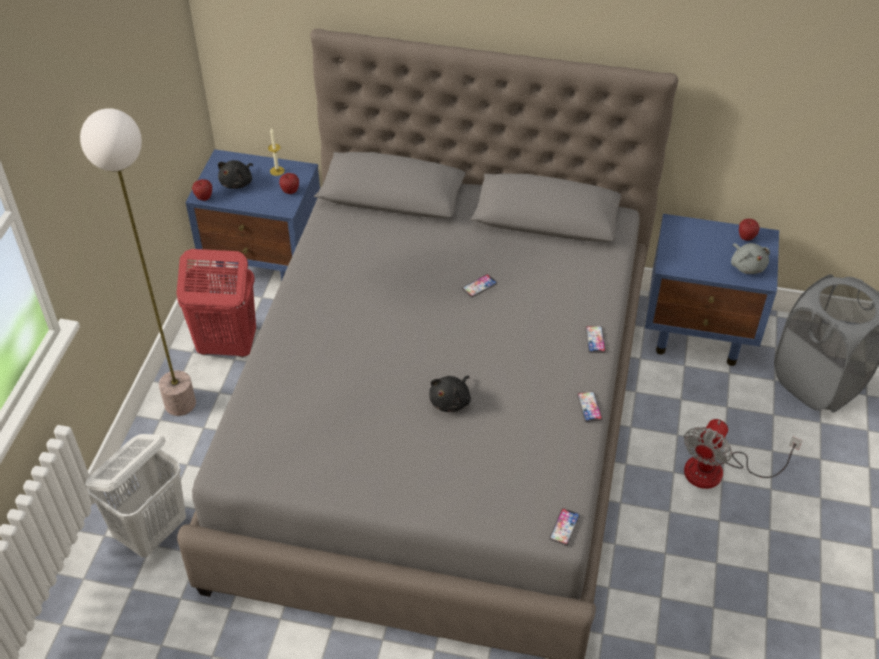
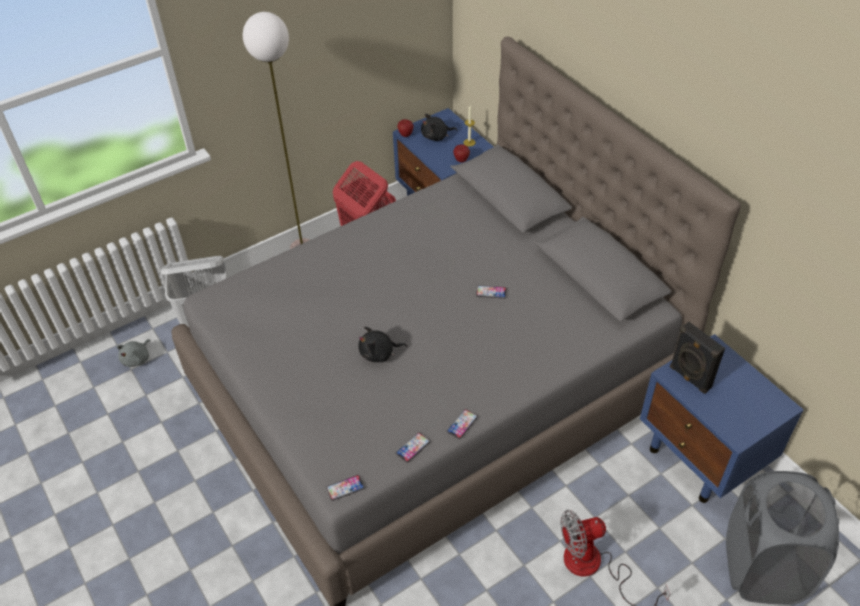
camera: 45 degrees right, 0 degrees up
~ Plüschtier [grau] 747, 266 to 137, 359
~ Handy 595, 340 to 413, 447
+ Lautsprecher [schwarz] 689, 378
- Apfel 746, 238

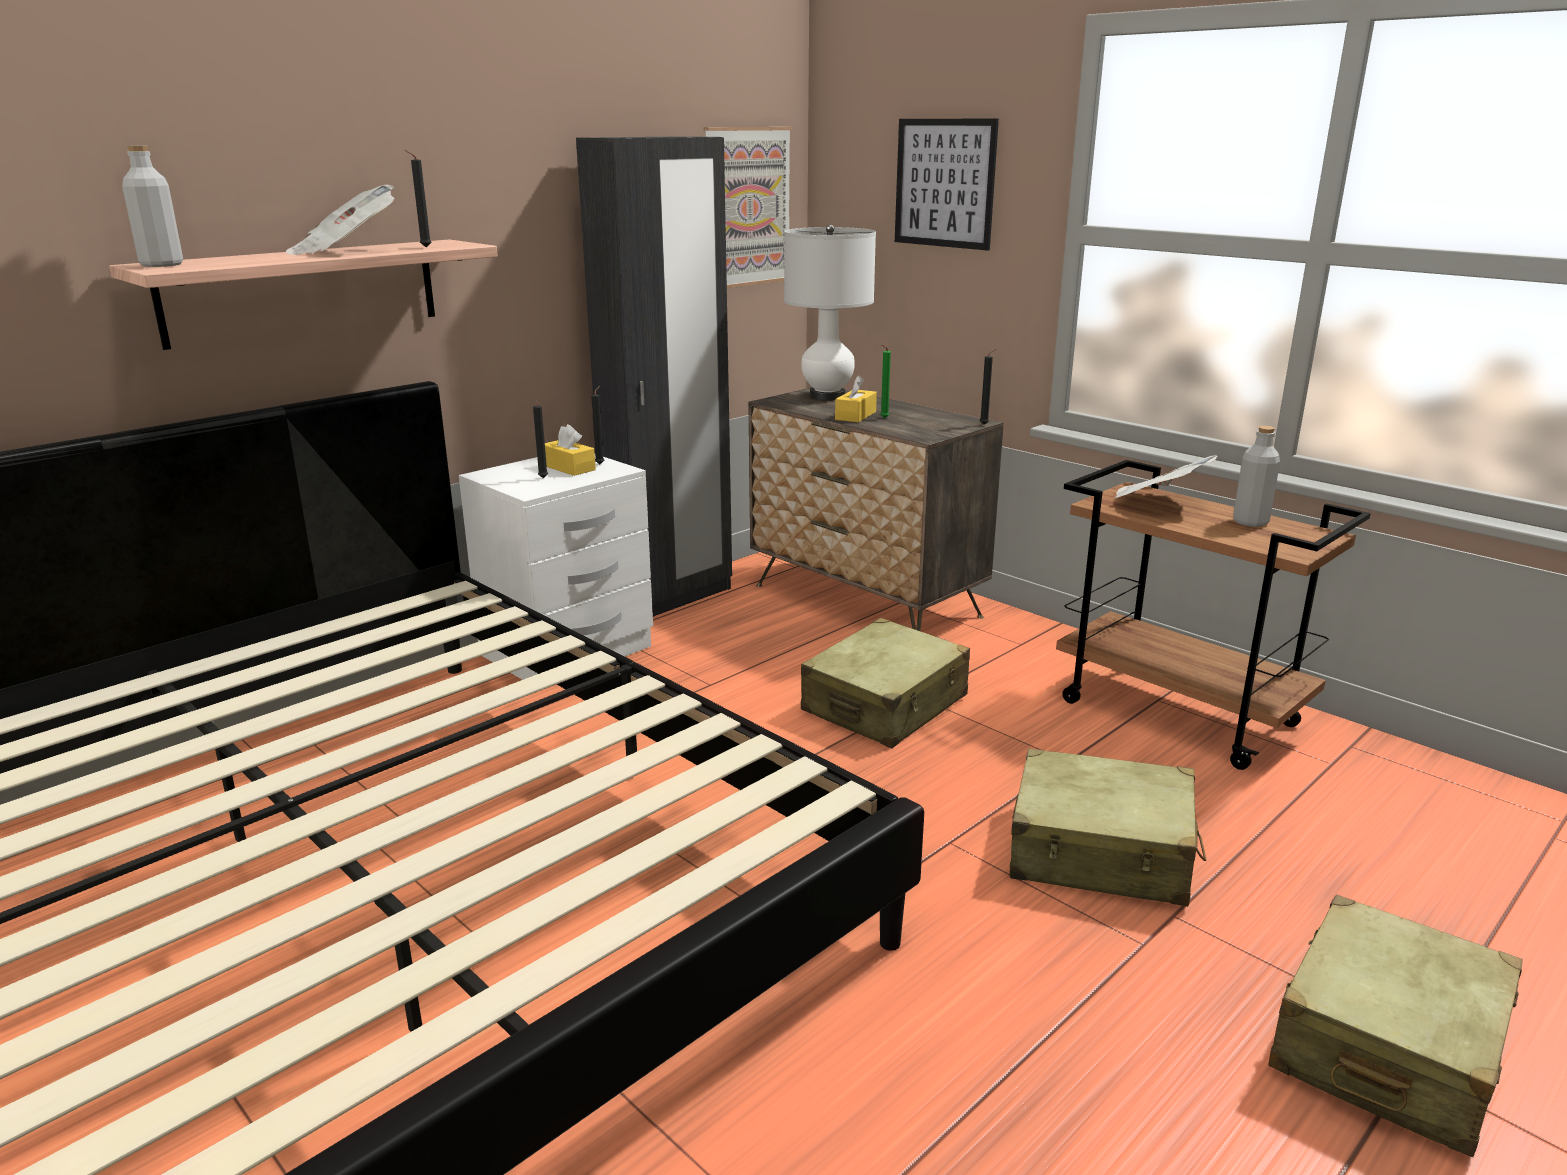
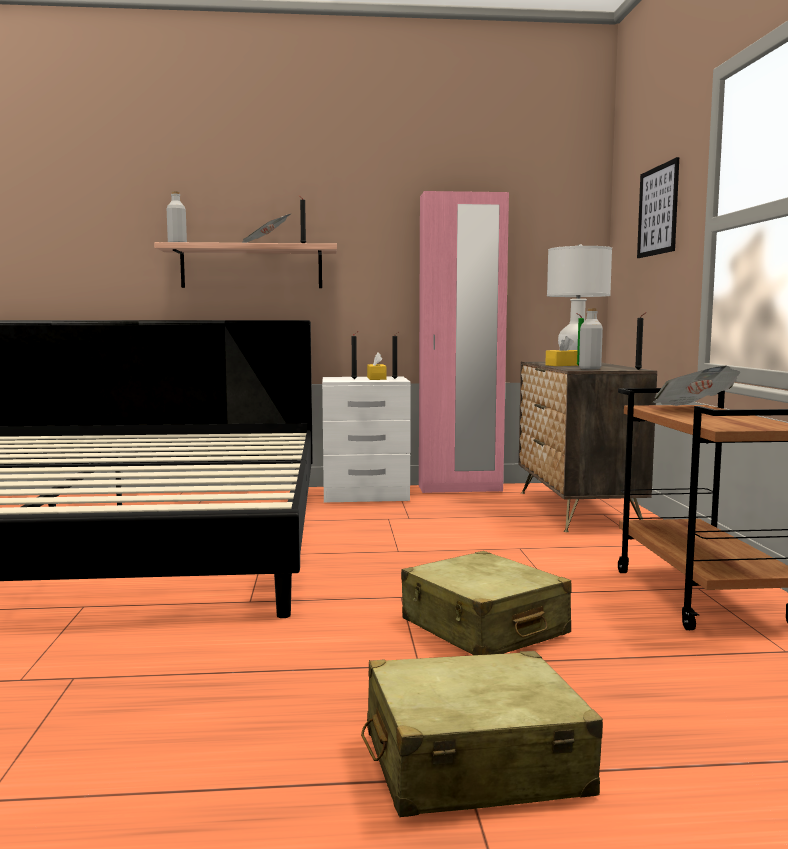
camera: 40 degrees right, 15 degrees down
~ Kleiderschrank [schwarz] 671, 599 to Kleiderschrank [rosa] 460, 488
~ Flasche [grau] 1250, 522 to 590, 368
- Bild 747, 207
- Koffer [beige] 885, 704

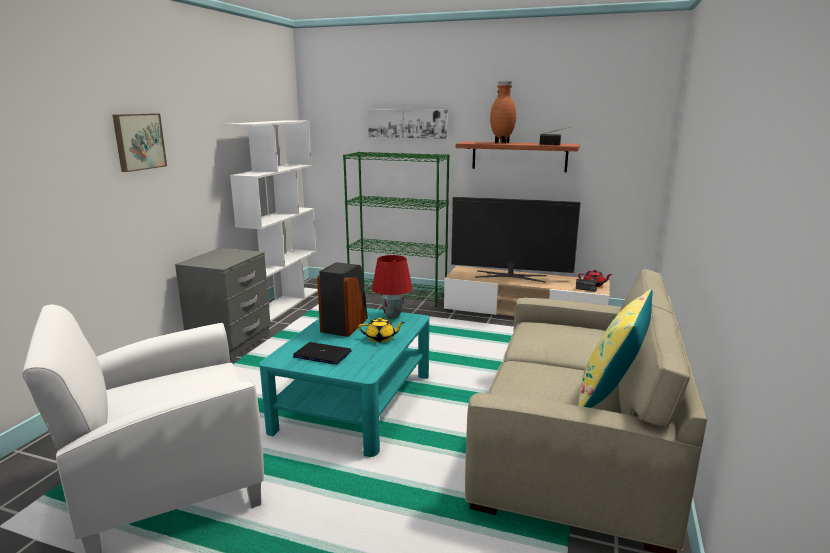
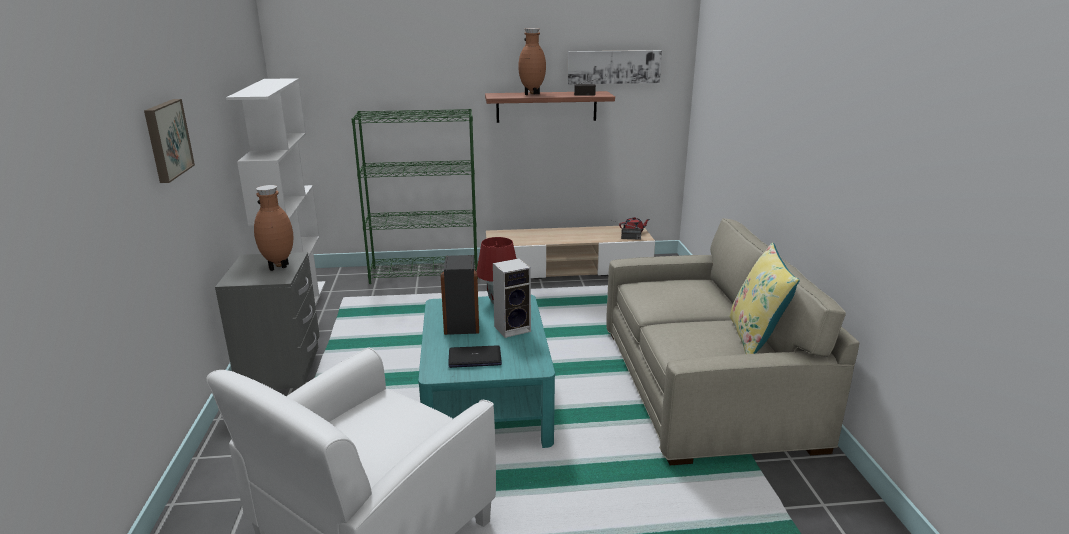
camera: 25 degrees left, 5 degrees up
+ Vase [braun] 279, 267
~ Teekanne [gelb] 381, 338 to Lautsprecher 513, 328
~ Bild 407, 123 to 614, 67
- Fernseher 510, 276

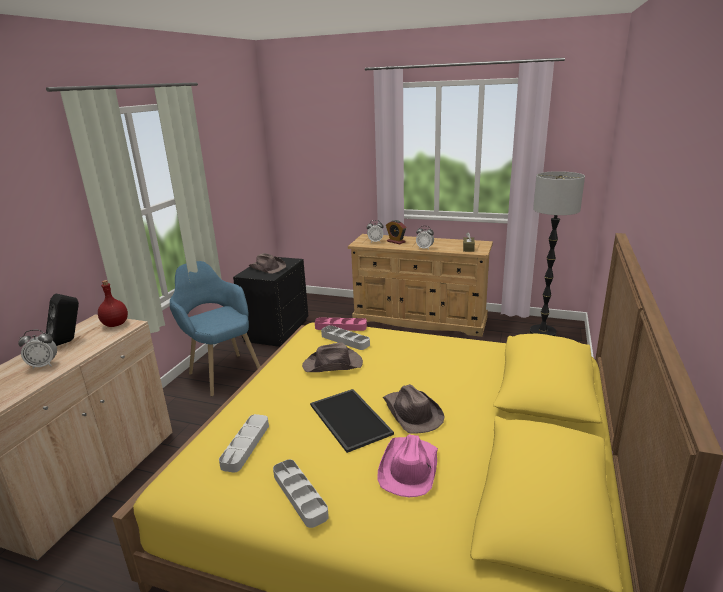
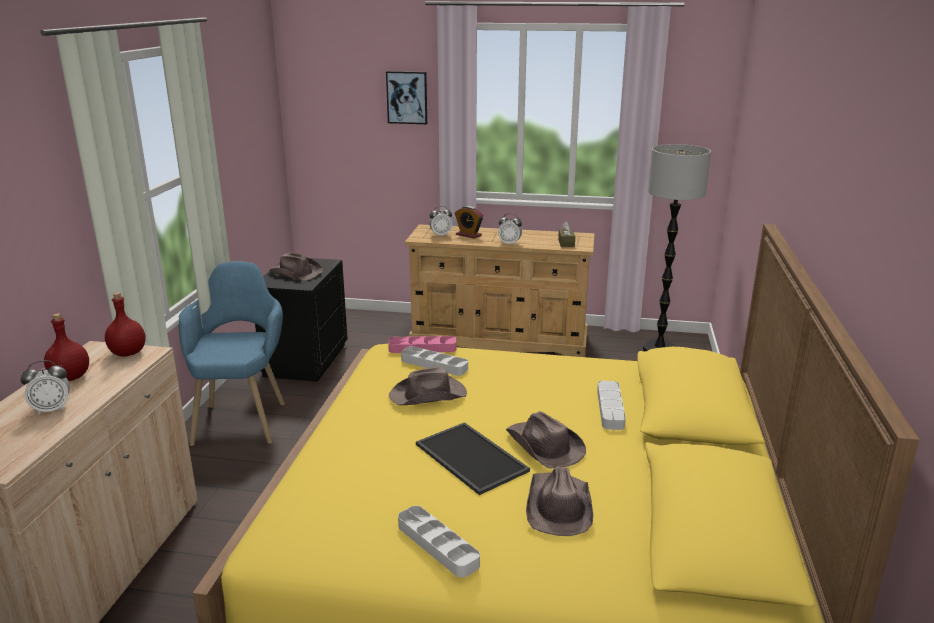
camera: 10 degrees left, 0 degrees up
~ Lautsprecher [schwarz] 69, 341 to Flasche [rot] 71, 377
~ Sessel [blau] 221, 371 = 242, 417 45 degrees clockwise
+ Bild 407, 97
~ Hut [rosa] 409, 468 to Hut [braun] 558, 506
~ Tablett [grau] 246, 445 to 610, 408

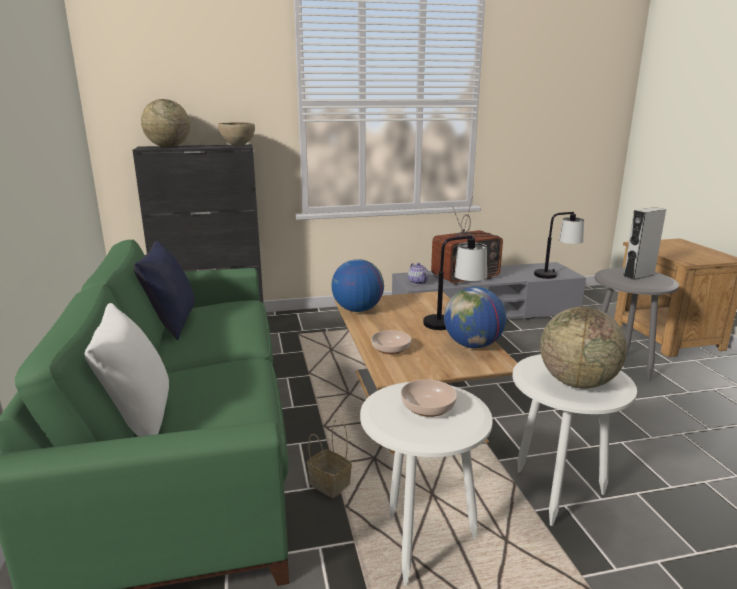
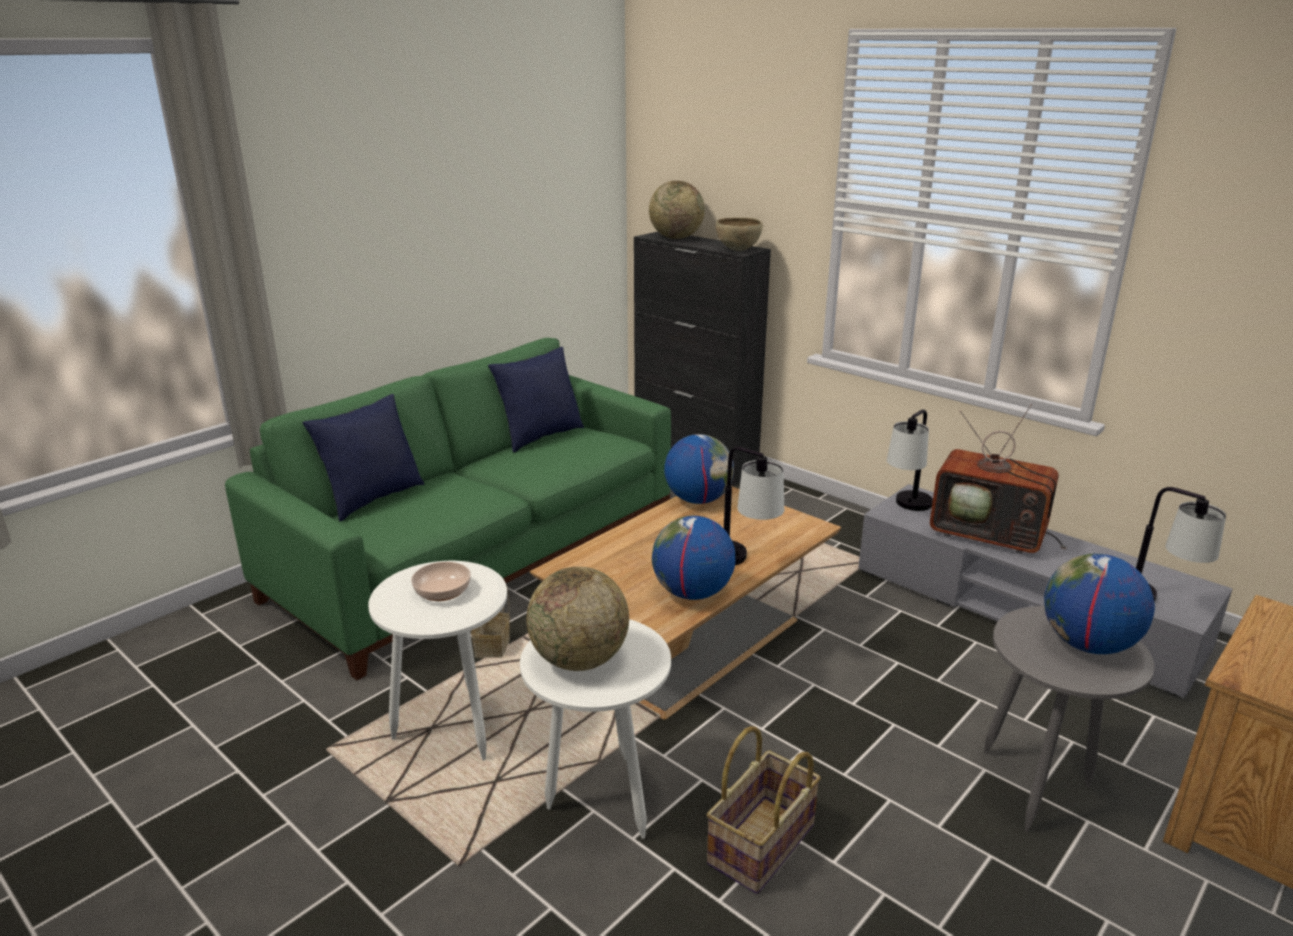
camera: 55 degrees right, 5 degrees up
~ Kissen [weiß] 138, 420 to Kissen [blau] 372, 499
+ Korb 762, 846
~ Teekanne 418, 282 to Tischlampe 907, 509
~ Lautsprecher [grau] 638, 275 to Globus 1087, 645
- Schüssel 391, 349

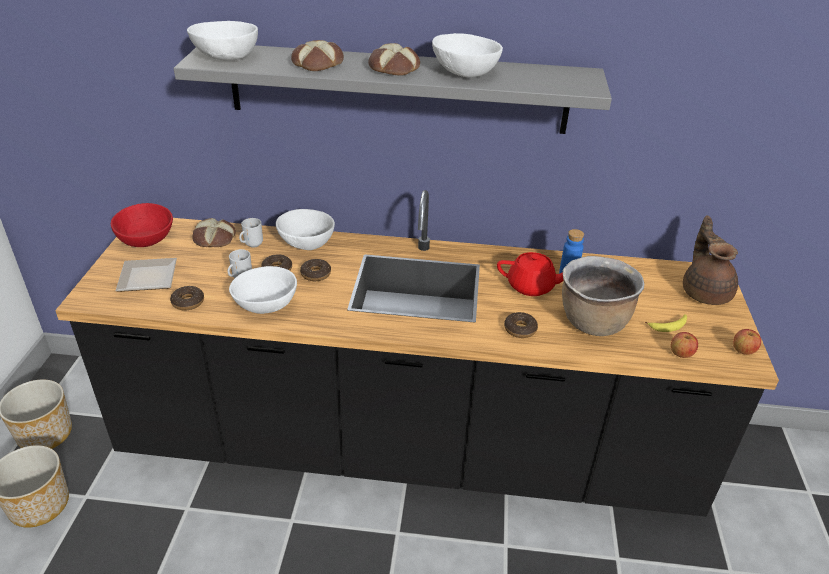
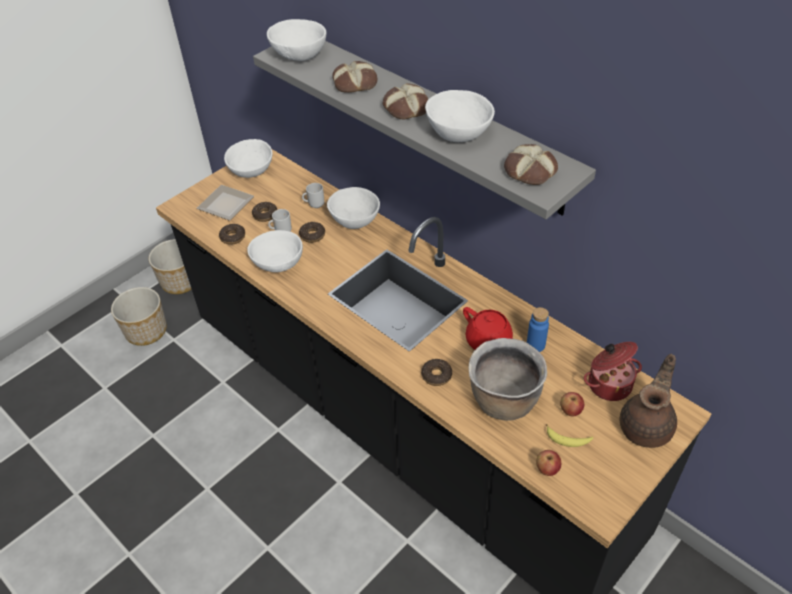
camera: 40 degrees right, 10 degrees up
~ Schüssel [rot] 145, 239 to Schüssel [weiß] 251, 170
~ Donut 316, 274 to 265, 215
~ Brot 214, 239 to 529, 171
~ Apfel 743, 351 to 570, 411
+ Kochtopf 609, 383

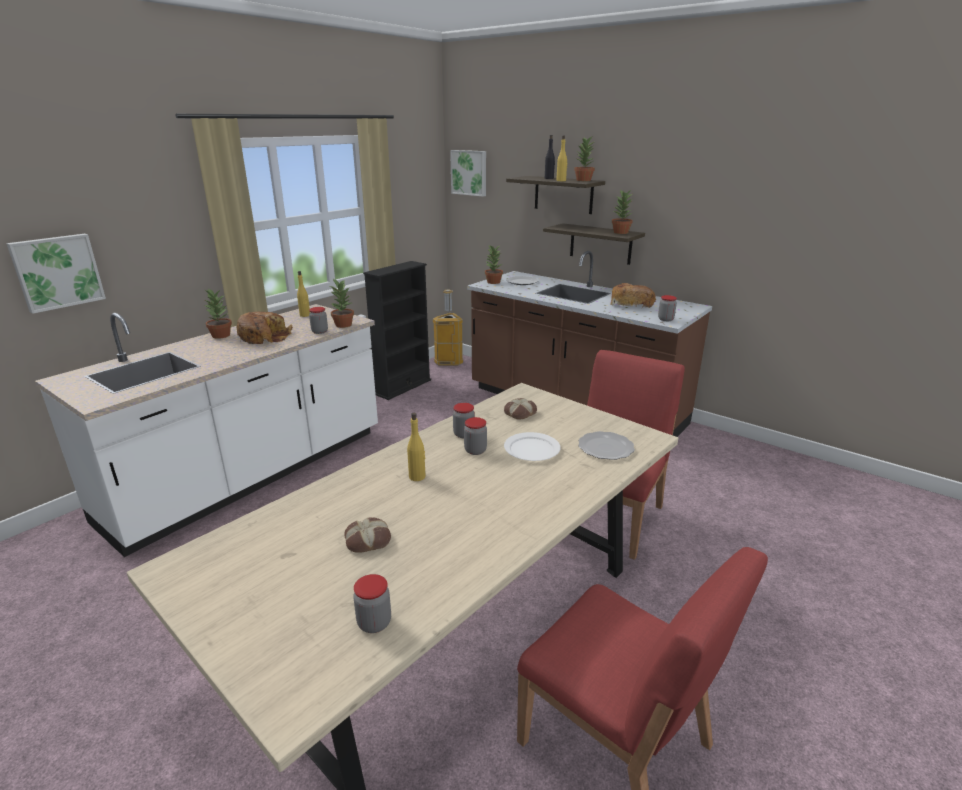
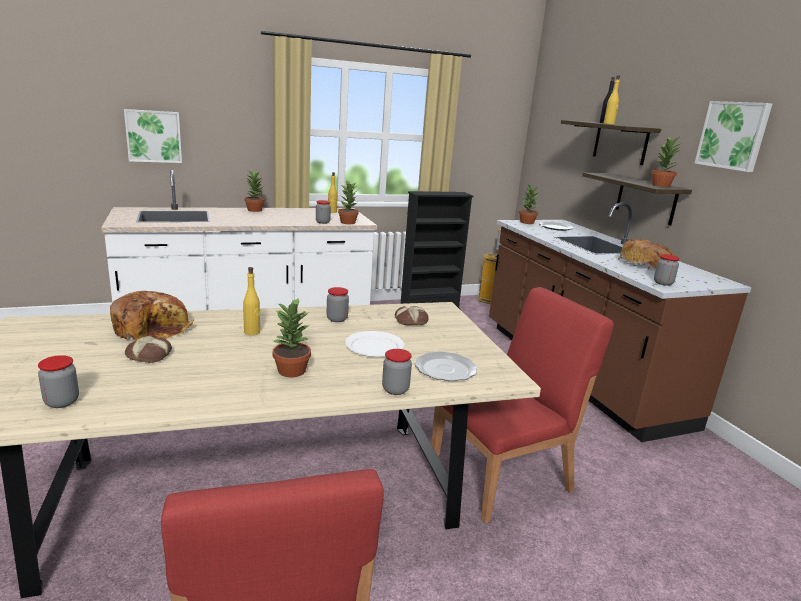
camera: 30 degrees right, 5 degrees down
~ Brot 264, 337 to 152, 328
~ Topfpflanze 583, 180 to 291, 371
~ Vorratsglas 475, 450 to 395, 389
~ Bild 469, 172 to 733, 135

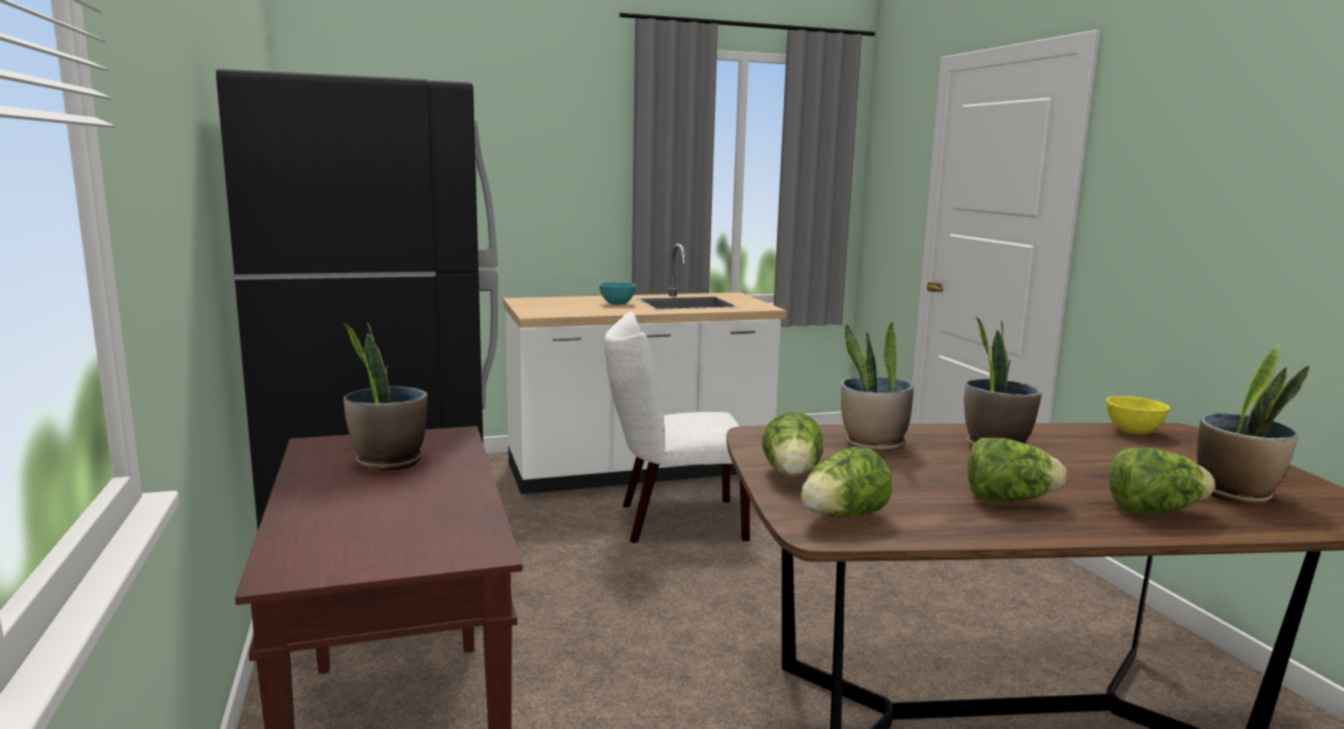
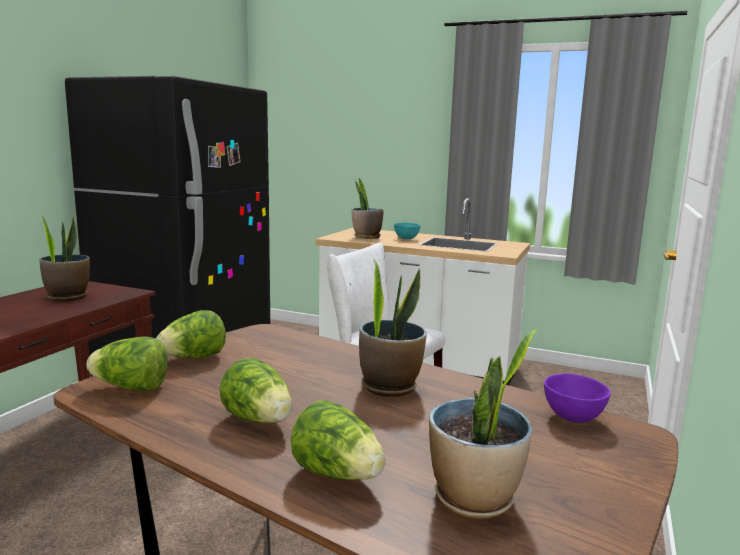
camera: 40 degrees right, 0 degrees up
~ Topfpflanze 873, 445 to 366, 237
~ Schüssel [gelb] 1132, 431 to Schüssel [lila] 572, 417

